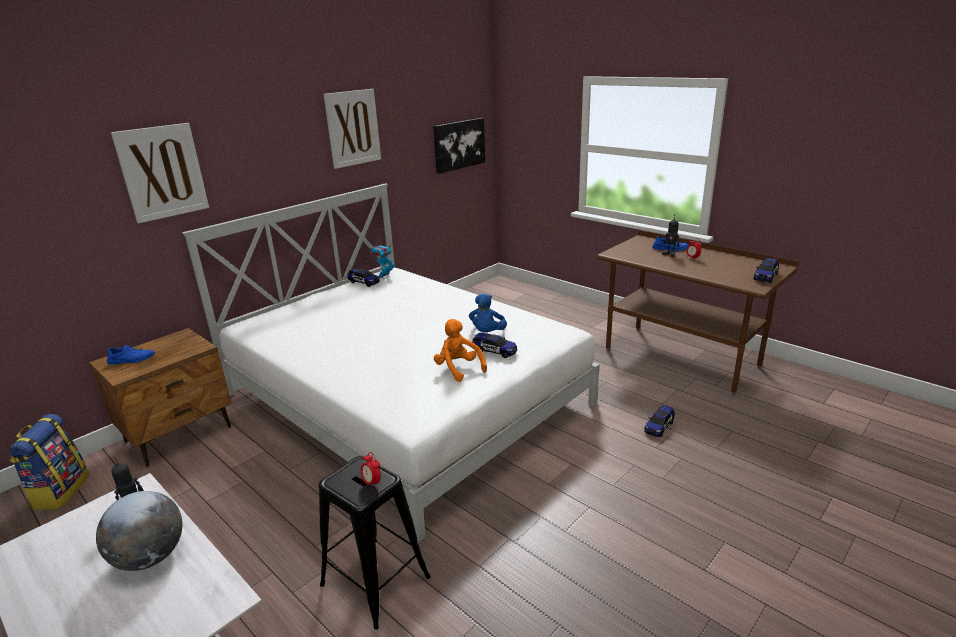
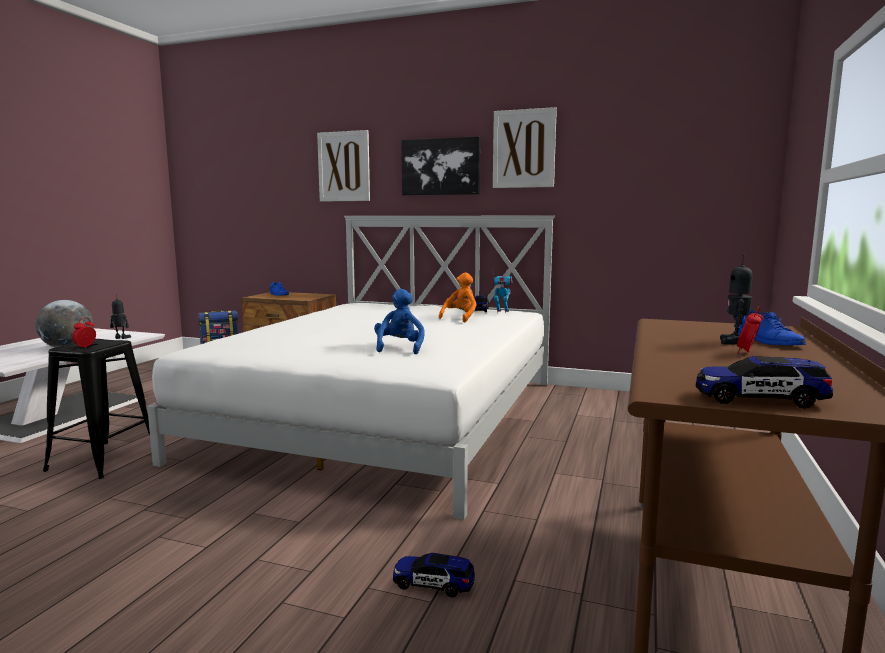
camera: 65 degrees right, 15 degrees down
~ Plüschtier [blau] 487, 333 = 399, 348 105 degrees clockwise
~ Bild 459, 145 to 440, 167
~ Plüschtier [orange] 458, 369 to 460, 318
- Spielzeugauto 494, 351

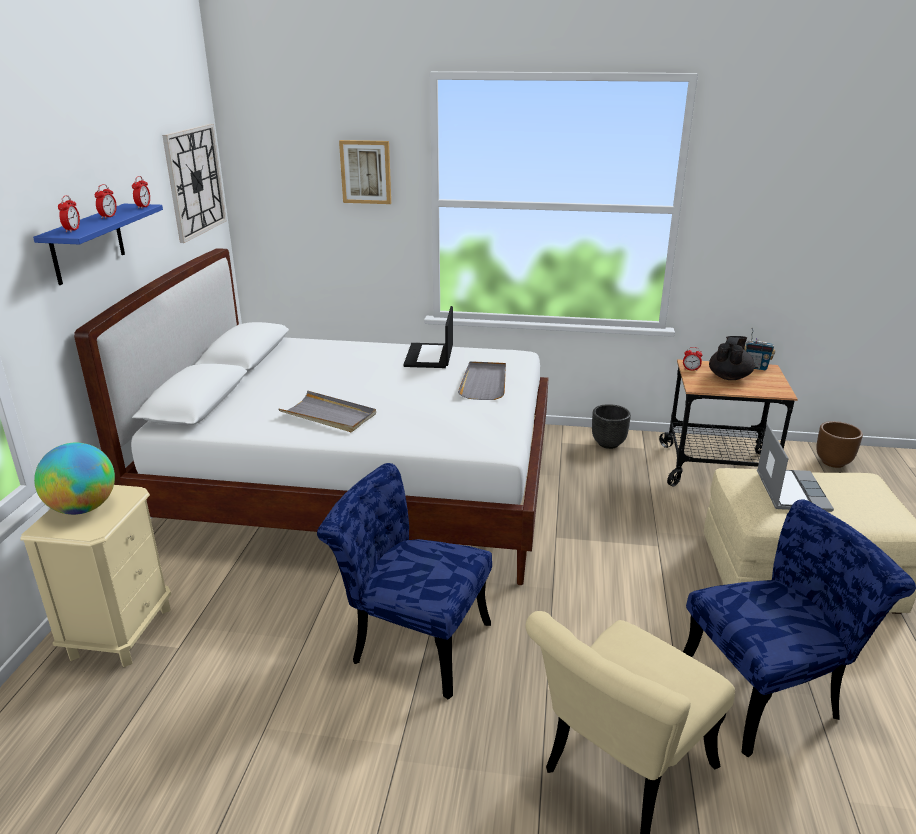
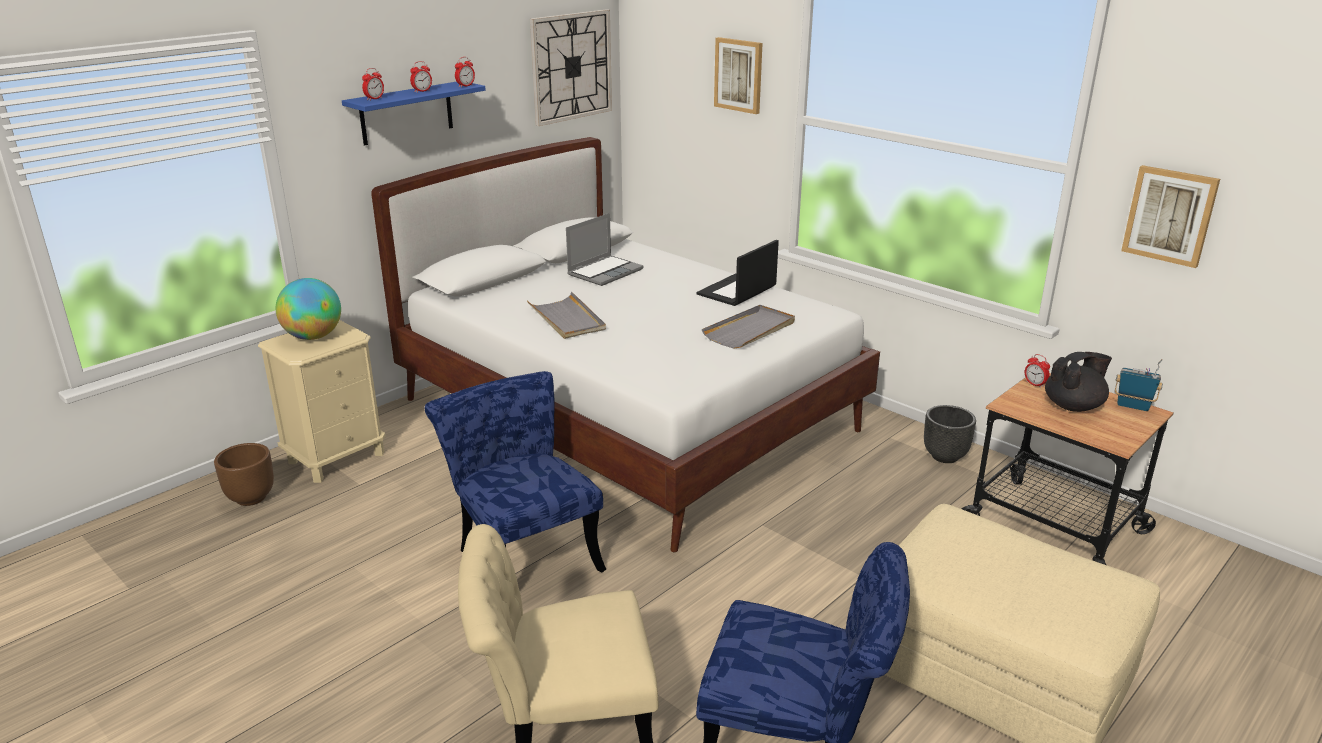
camera: 35 degrees right, 0 degrees up
~ Pflanzkübel [braun] 832, 462 to 250, 498
~ Laptop 790, 491 to 605, 272
~ Radio 755, 367 = 1133, 406 150 degrees clockwise
+ Bild 1170, 215

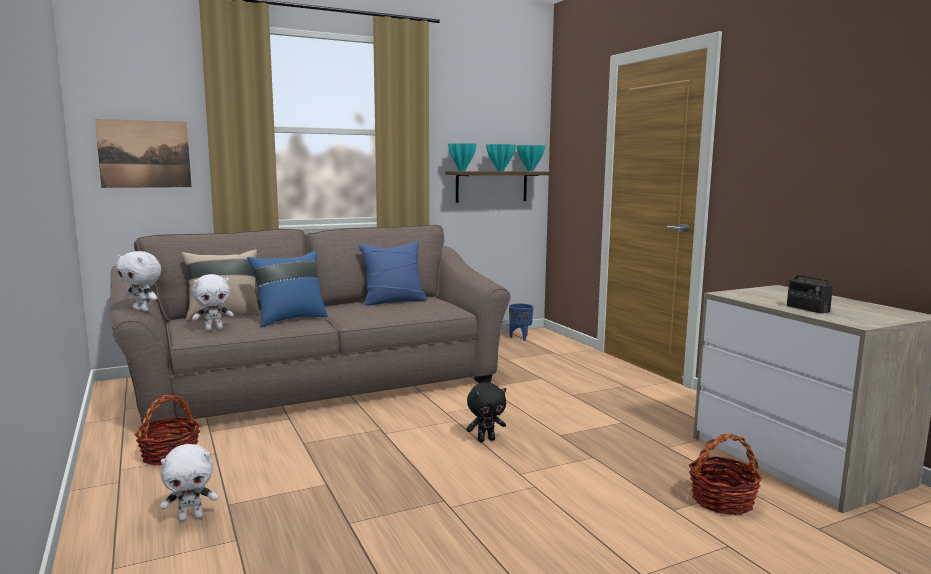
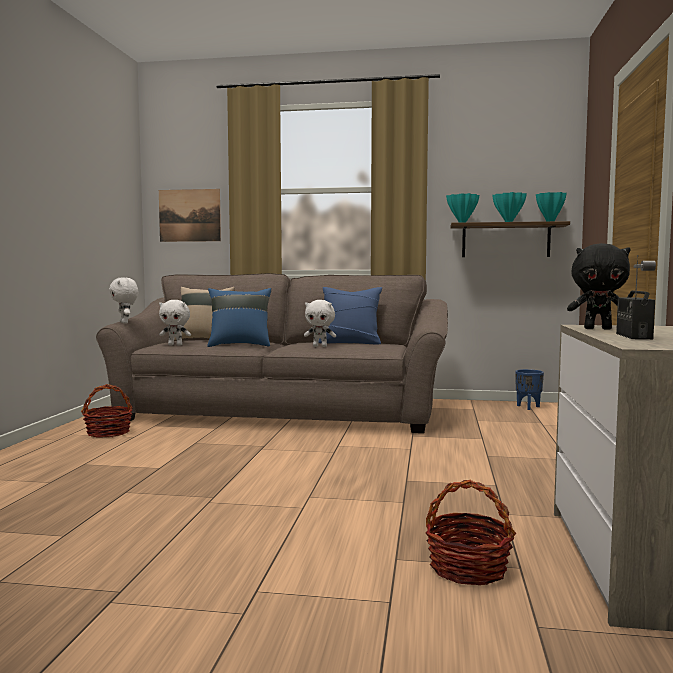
camera: 35 degrees right, 5 degrees down
~ Plüschtier [weiß] 191, 518 to 320, 346
~ Plüschtier [schwarz] 486, 440 to 598, 329

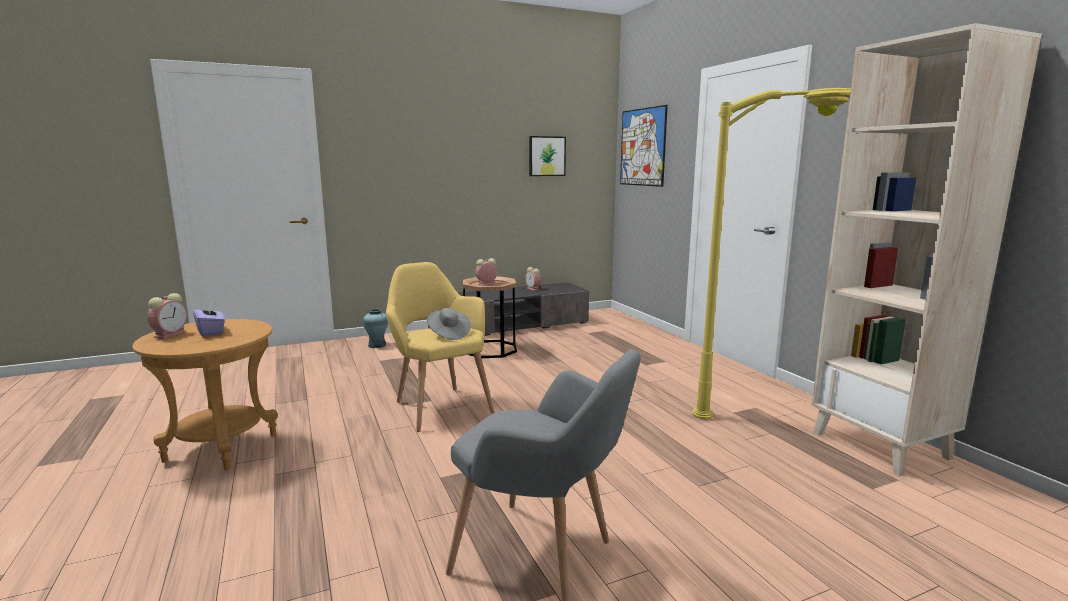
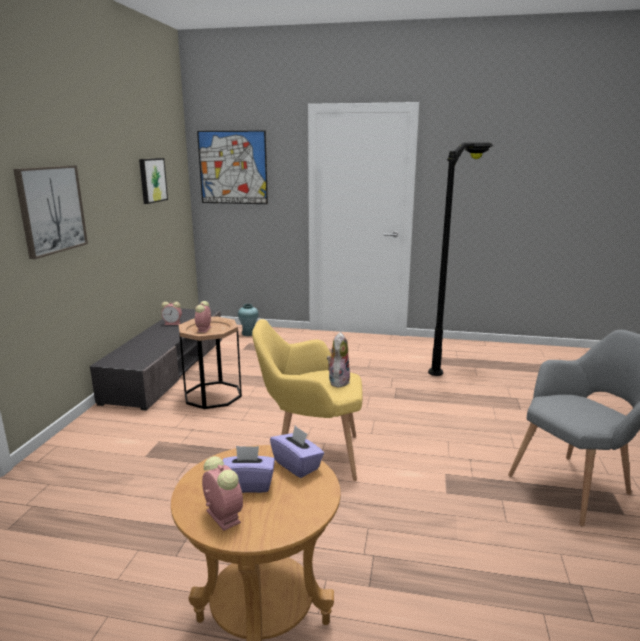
camera: 55 degrees left, 5 degrees up
+ Bild 51, 210
~ Vase [türkis] 377, 345 to 248, 333
+ Taschentuchbox [lila] 297, 465
~ Hut [grau] 448, 334 to Plüschtier 338, 381
~ Stehlampe [gelb] 766, 415 to Stehlampe [schwarz] 452, 358
- Bücherregal [beige] 881, 445

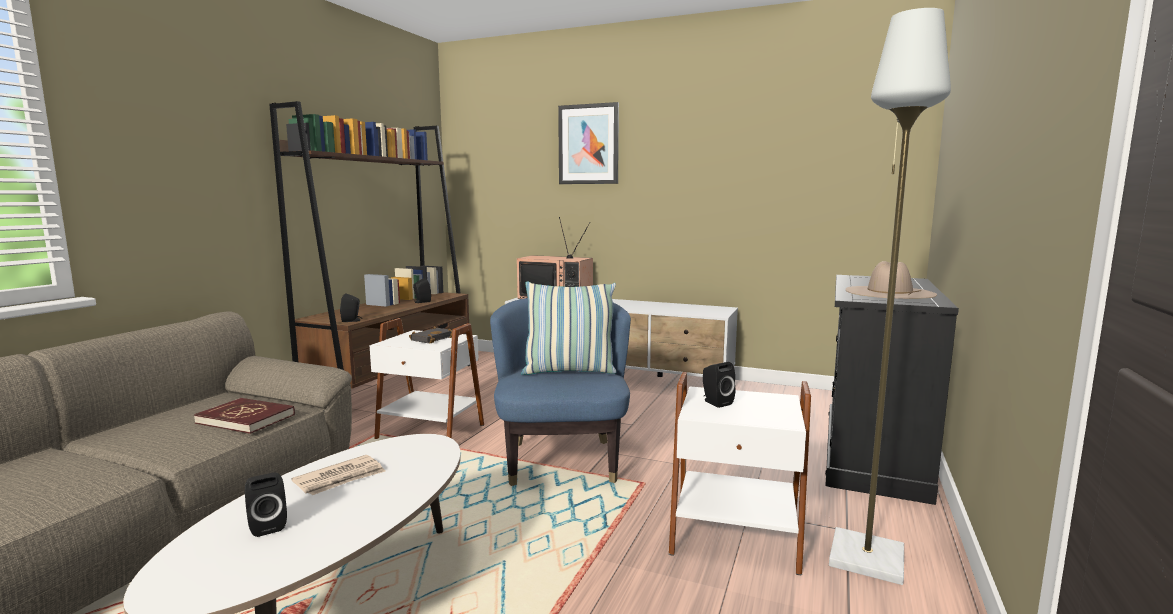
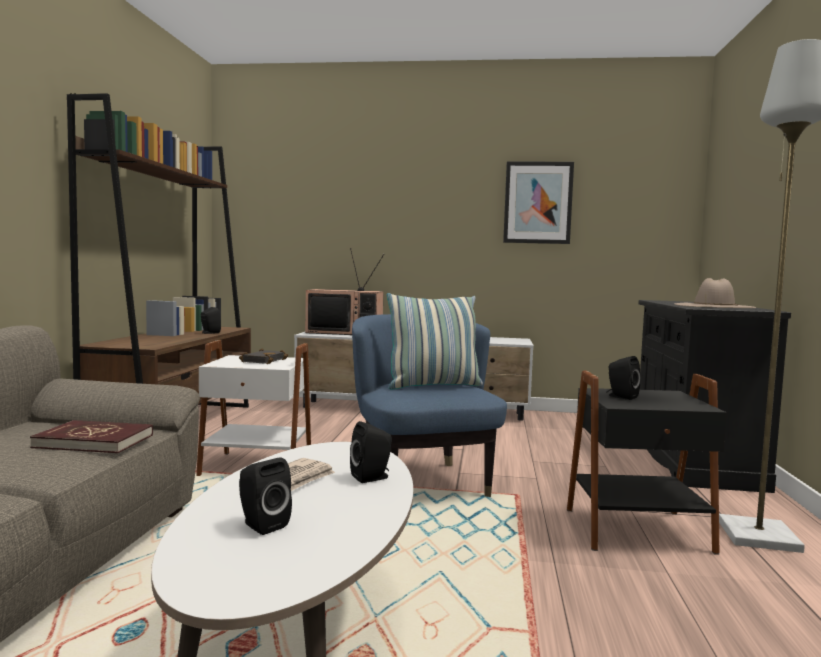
camera: 15 degrees left, 5 degrees down
~ Lautsprecher [schwarz] 352, 321 to 372, 477
~ Bild 588, 144 to 538, 203
~ Beistelltisch [weiß] 735, 538 to Beistelltisch [schwarz] 638, 531

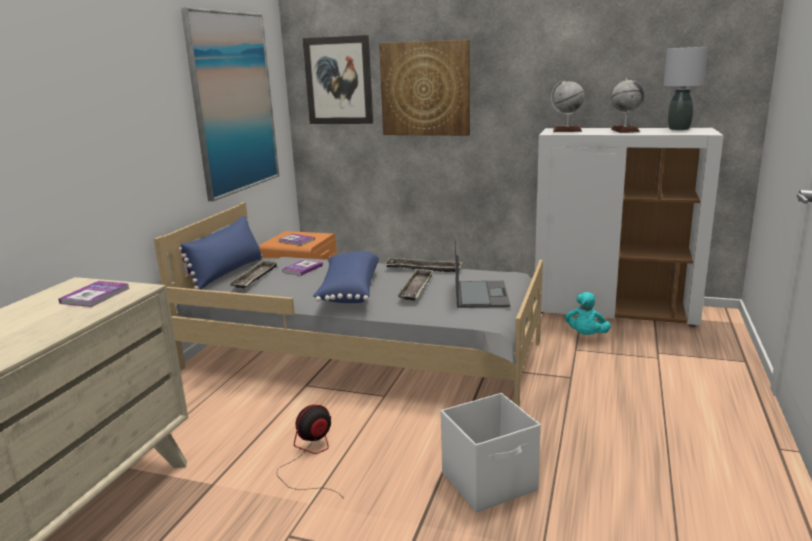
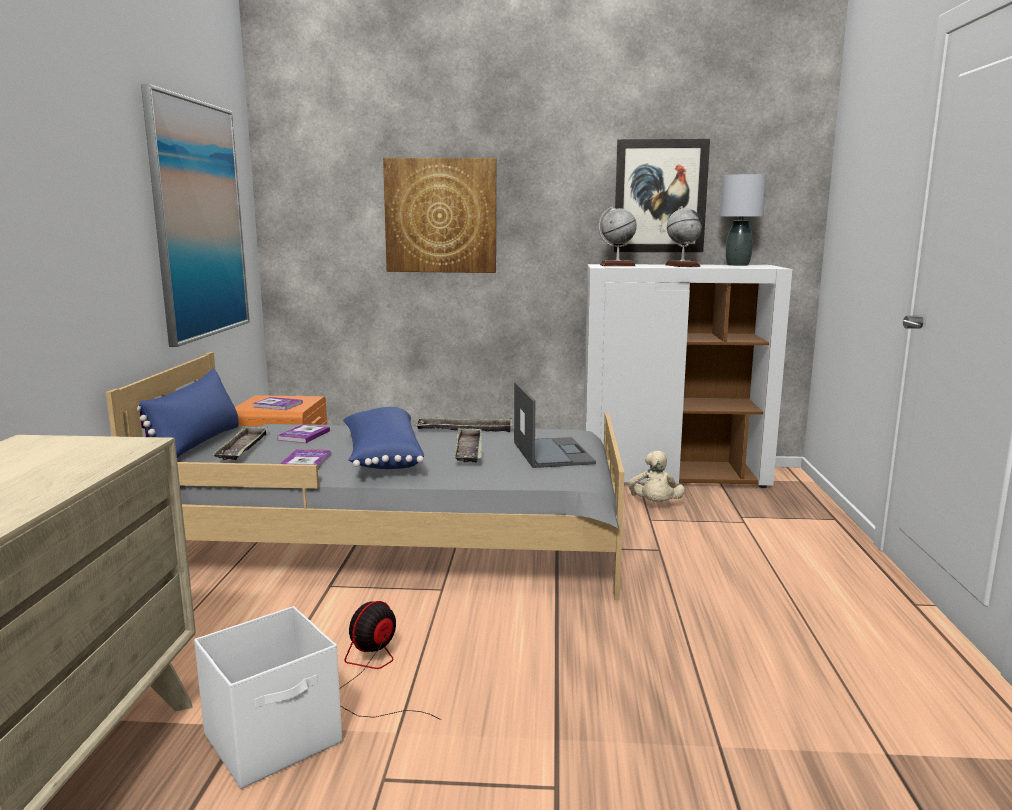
camera: 15 degrees left, 5 degrees down
~ Aufbewahrungsbox [weiß] 490, 482 to 275, 739
~ Buch 95, 295 to 306, 461
~ Bild 339, 81 to 660, 196
~ Plüschtier [türkis] 586, 336 to Plüschtier [beige] 655, 505

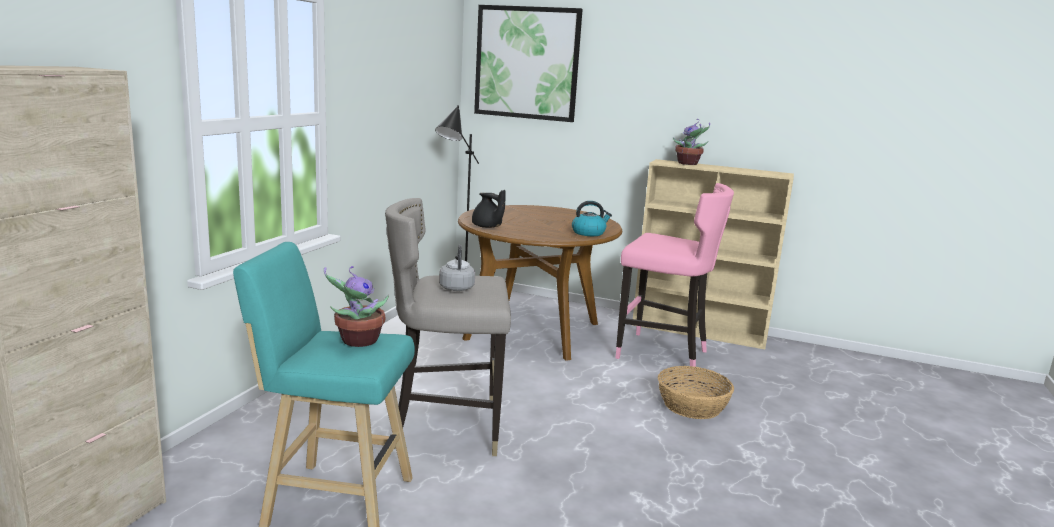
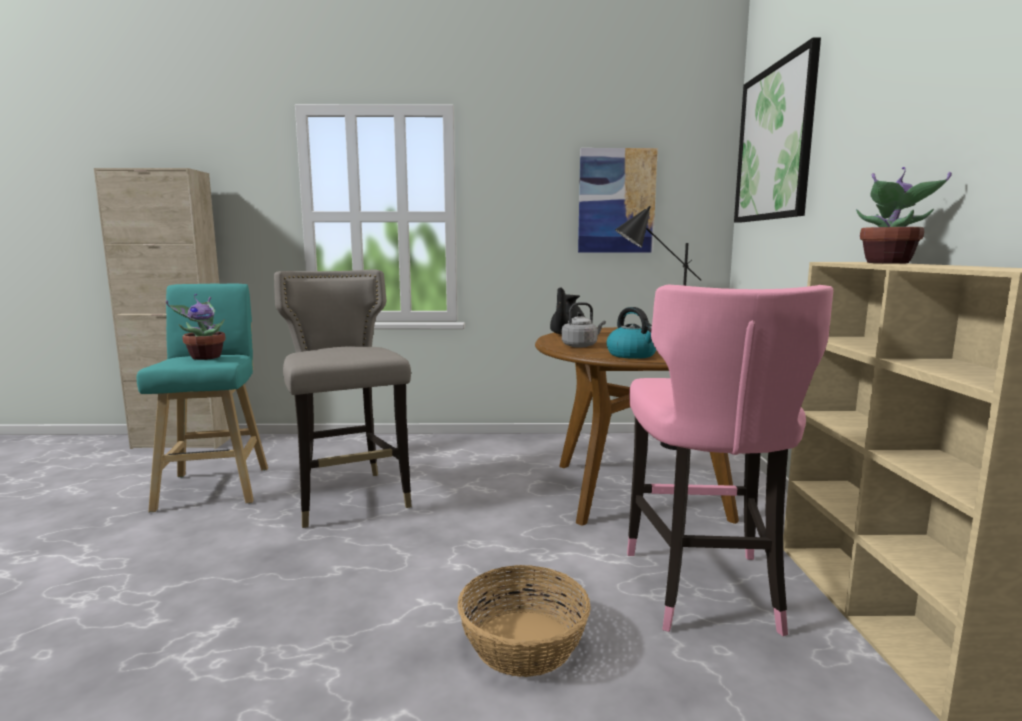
camera: 70 degrees right, 5 degrees down
~ Wasserkessel [grau] 456, 287 to 581, 346
+ Bild 616, 201

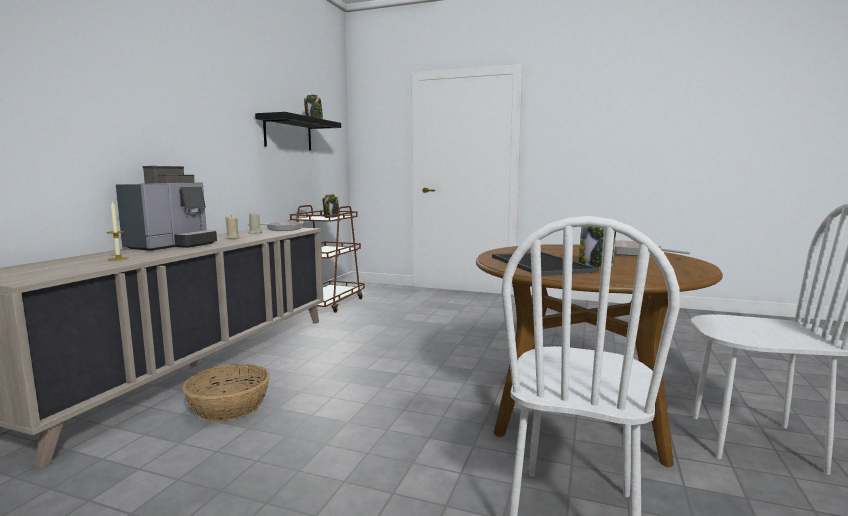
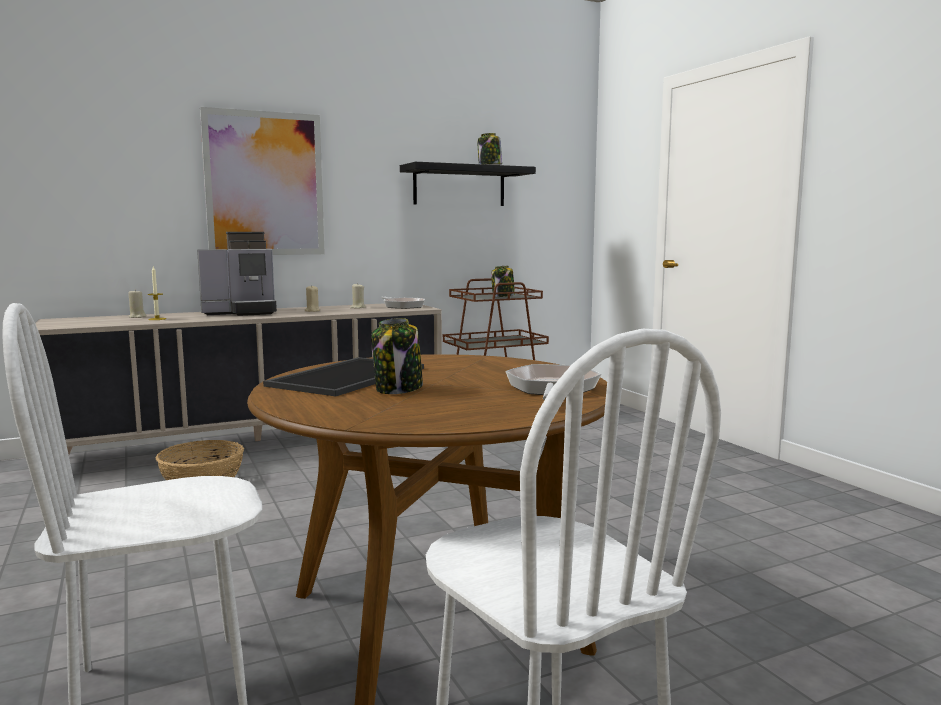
camera: 45 degrees right, 0 degrees up
+ Kerze [beige] 137, 317
+ Bild 264, 184

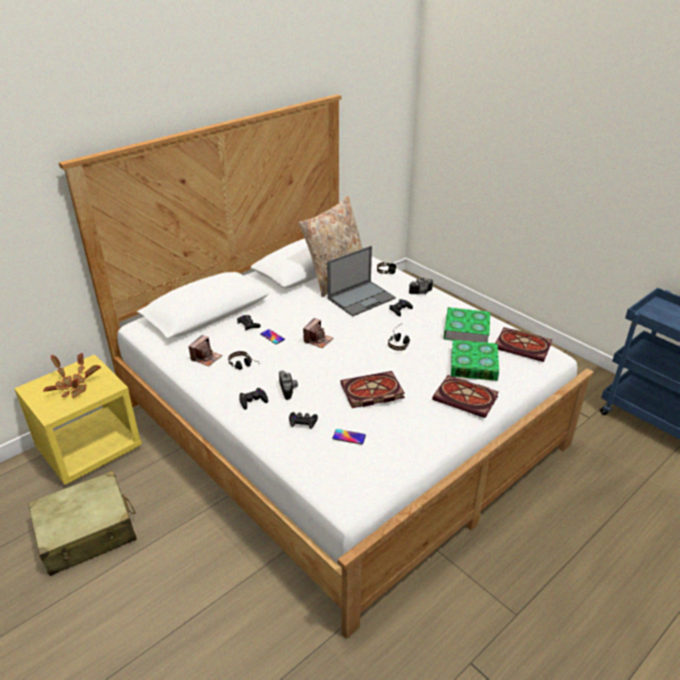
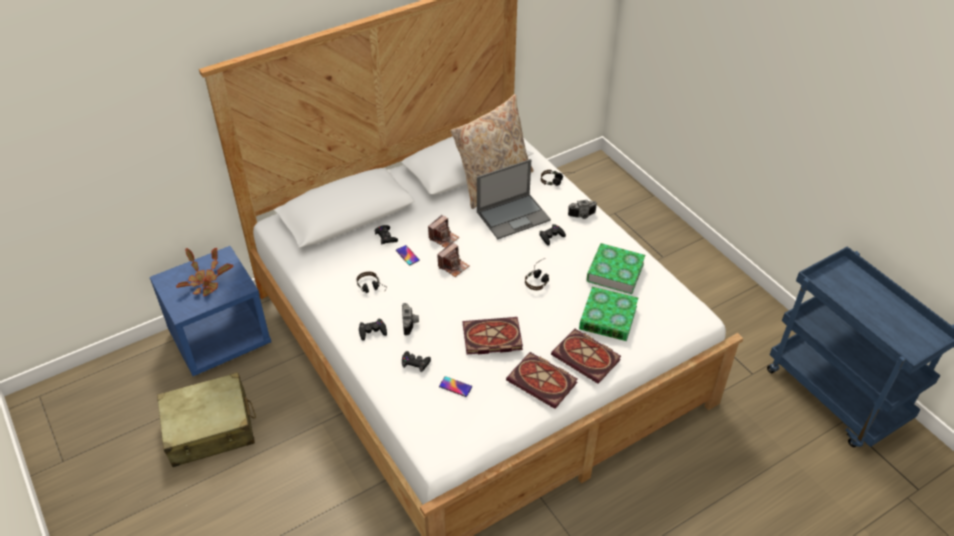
camera: 10 degrees right, 10 degrees up
~ Nachttisch [gelb] 90, 448 to Nachttisch [blau] 221, 338
~ Kamera 206, 358 to 443, 238
~ Buch 524, 346 to 544, 382

